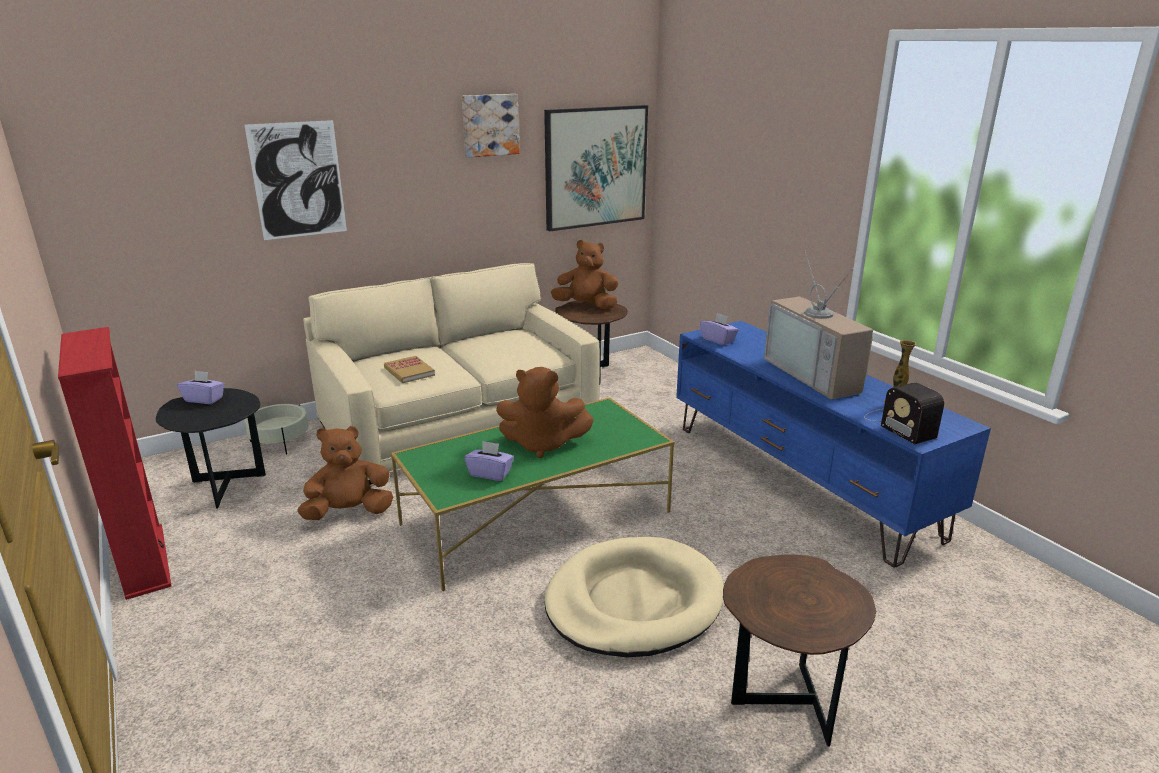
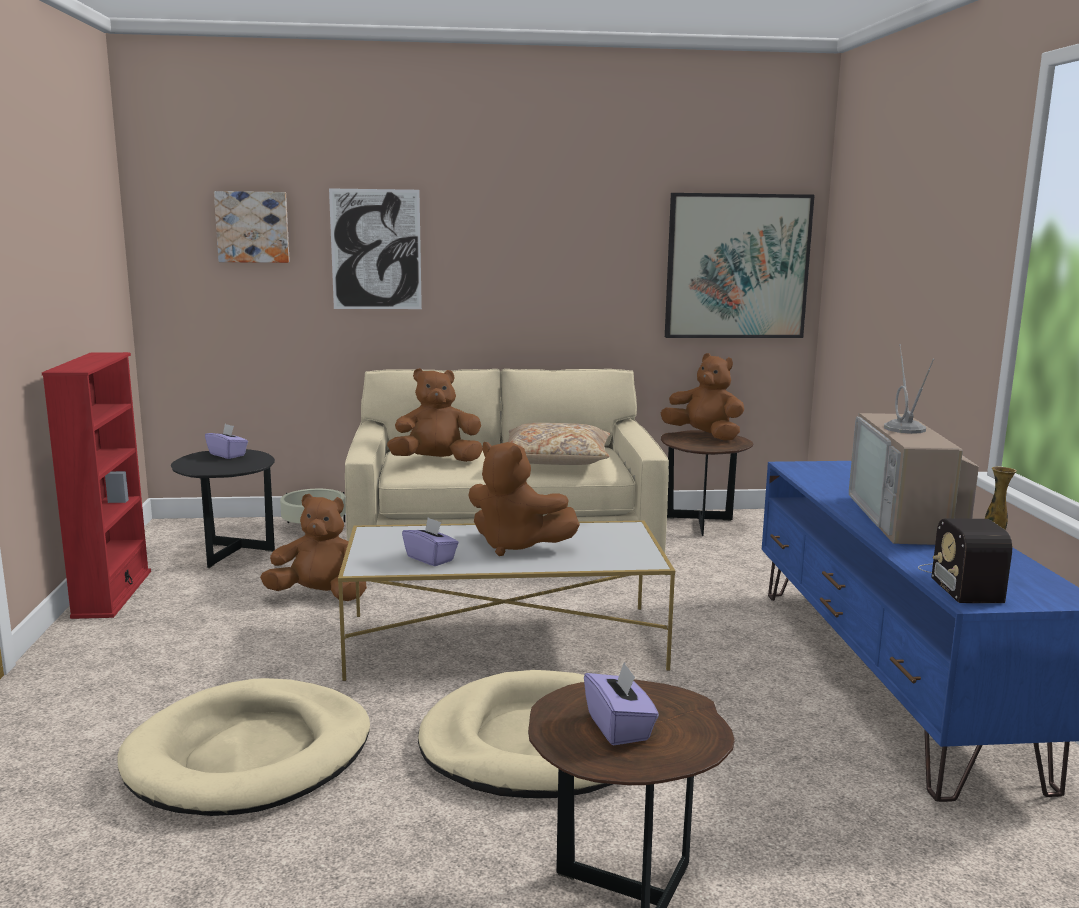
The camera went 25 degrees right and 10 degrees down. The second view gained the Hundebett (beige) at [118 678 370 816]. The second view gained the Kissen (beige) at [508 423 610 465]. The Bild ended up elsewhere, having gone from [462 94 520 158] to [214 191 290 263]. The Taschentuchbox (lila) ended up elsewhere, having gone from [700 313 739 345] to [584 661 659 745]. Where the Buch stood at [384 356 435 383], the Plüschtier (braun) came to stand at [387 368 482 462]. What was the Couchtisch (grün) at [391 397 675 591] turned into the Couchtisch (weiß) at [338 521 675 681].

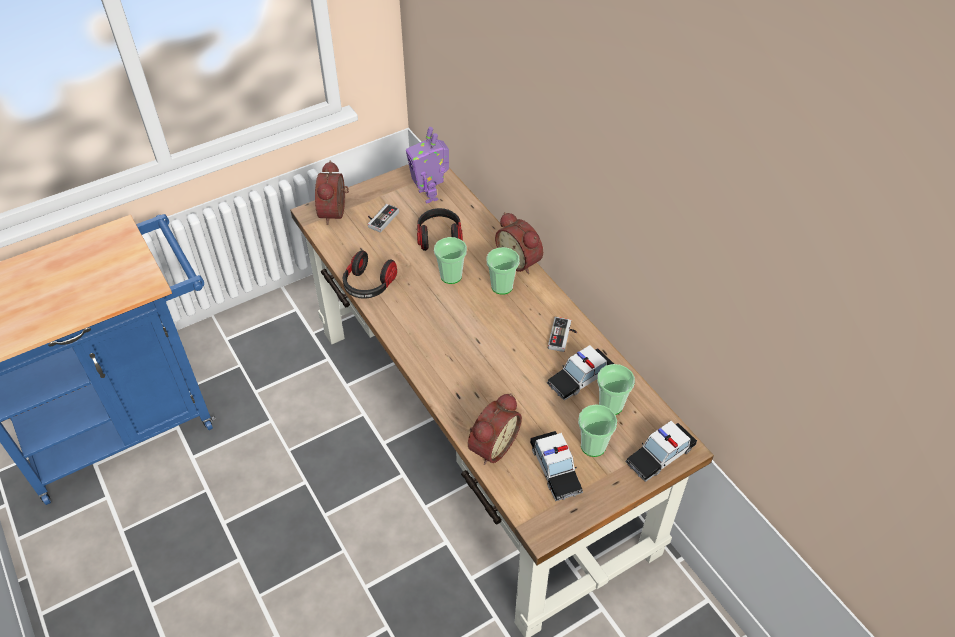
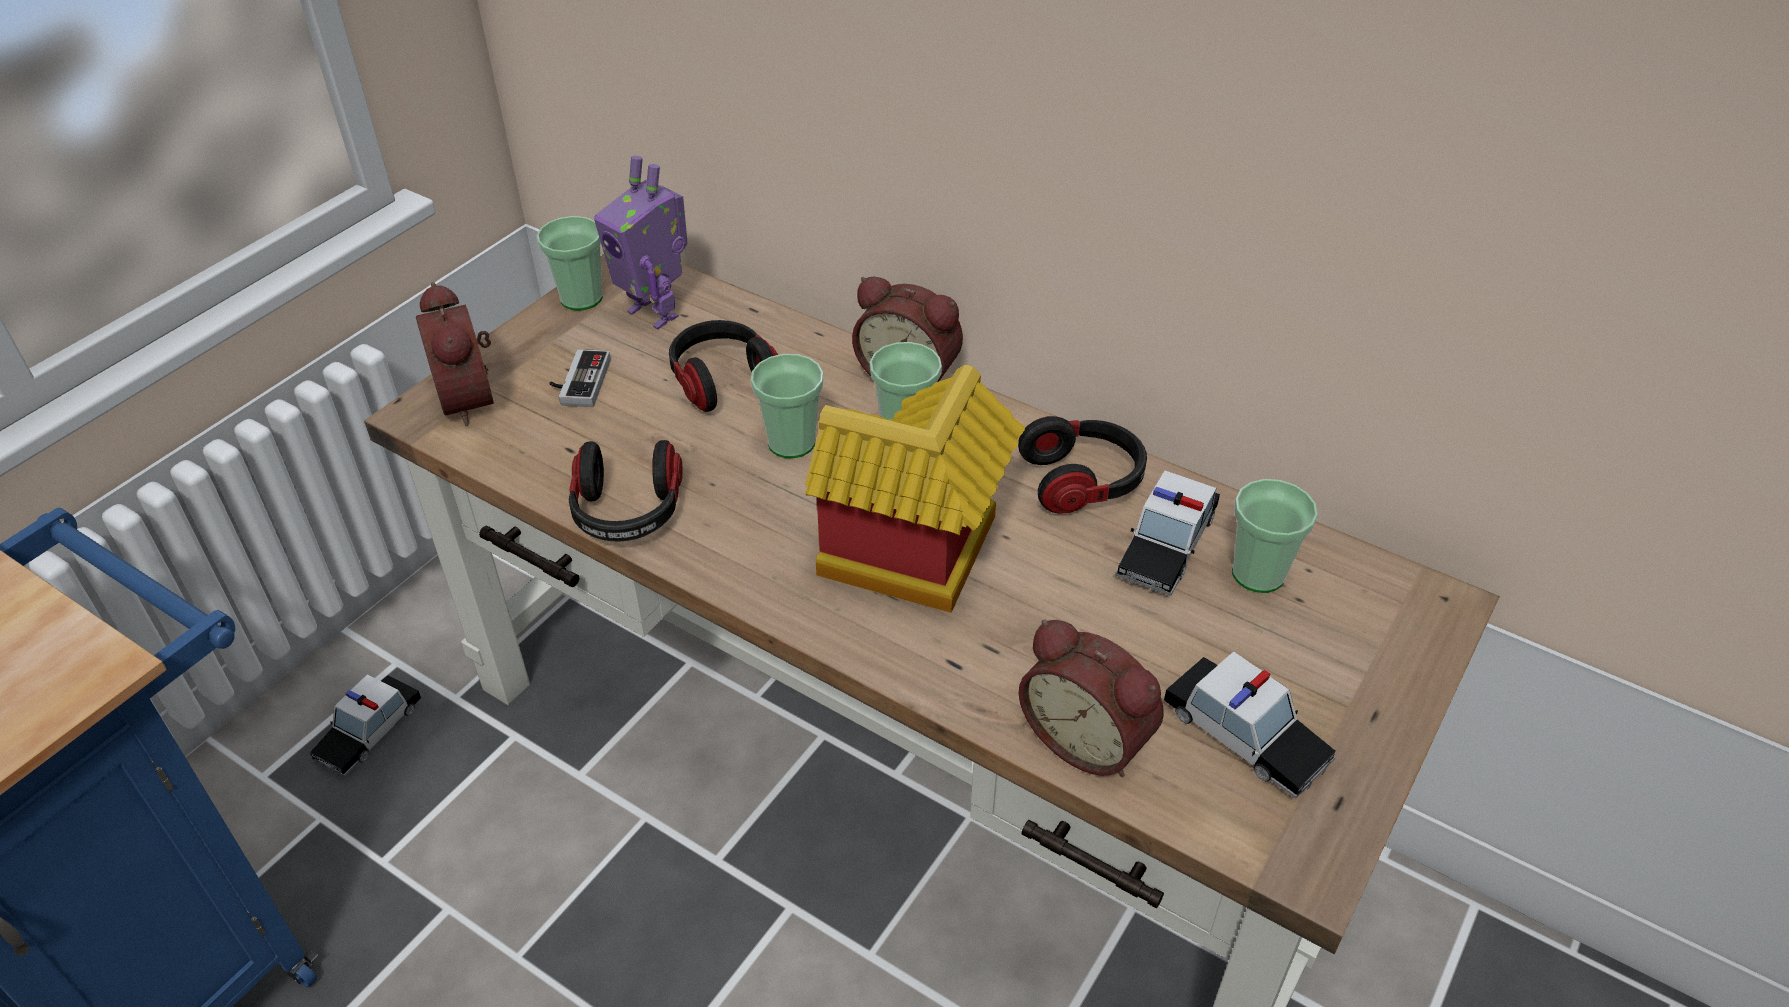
The camera went 25 degrees left and 5 degrees down. The second view gained the Spielzeughaus at [805 365 1025 613]. The Tasse ended up elsewhere, having gone from [578 404 617 457] to [537 216 603 311]. The Spielzeugauto ended up elsewhere, having gone from [625 421 697 482] to [310 675 421 777]. Where the Gamepad stood at [548 317 577 352], the Kopfhörer came to stand at [1018 416 1147 514]. The Wecker at [468 393 522 465] ended up facing another way, 120 degrees clockwise from before.

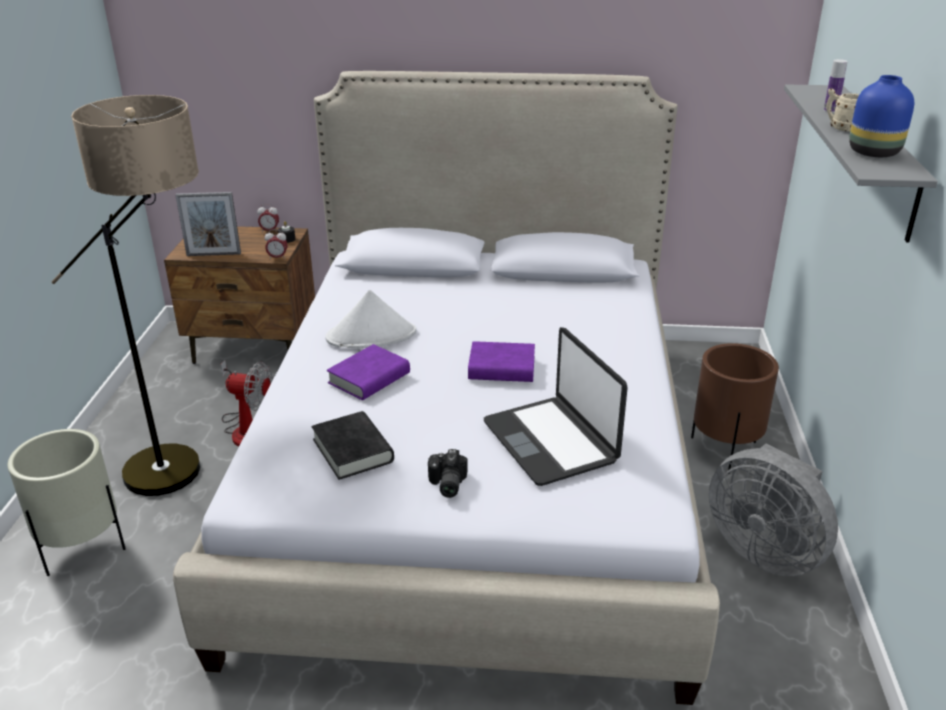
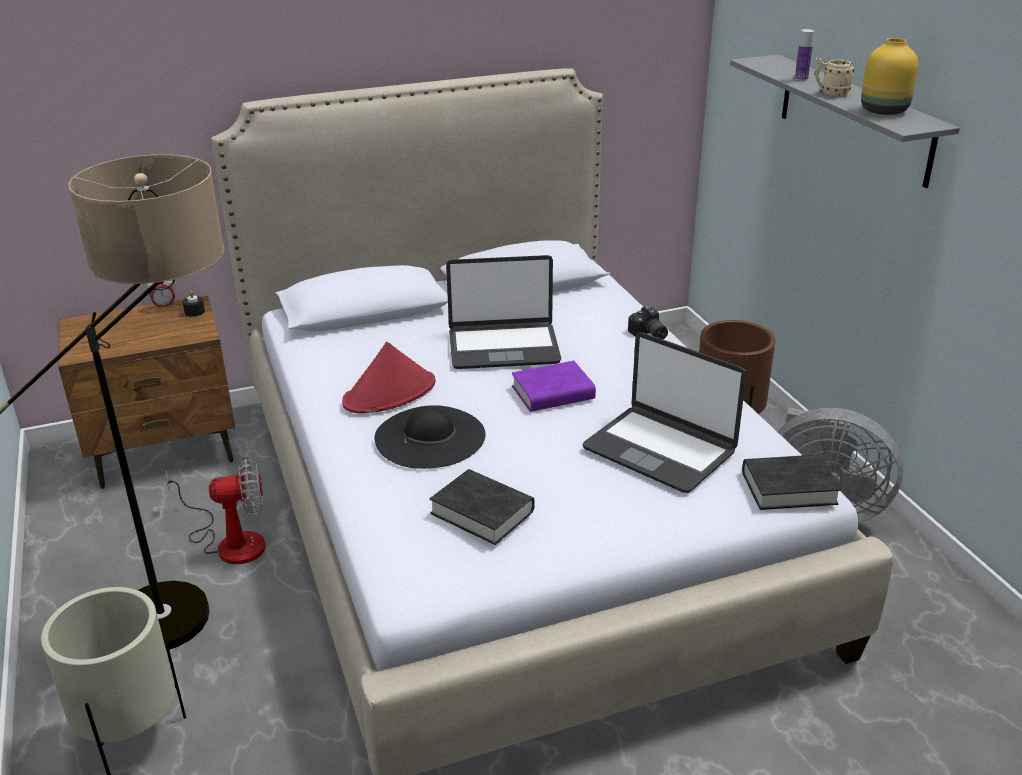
The camera went 25 degrees left and 0 degrees up. The second view lost the Bilderrahmen at [175 192 241 256]. The second view lost the Wecker at [265 230 288 260]. The second view gained the Laptop at [446 255 561 369]. The second view gained the Buch (schwarz) at [742 455 841 510]. The Kamera ended up elsewhere, having gone from [428 449 468 498] to [628 305 668 339]. Where the Buch (lila) stood at [327 344 410 400], the Hut (schwarz) came to stand at [375 405 486 469]. What was the Hut (weiß) at [325 290 416 348] turned into the Hut (rot) at [342 342 435 414]. What was the Vase (blau) at [849 75 914 157] turned into the Vase (gelb) at [861 38 919 115].

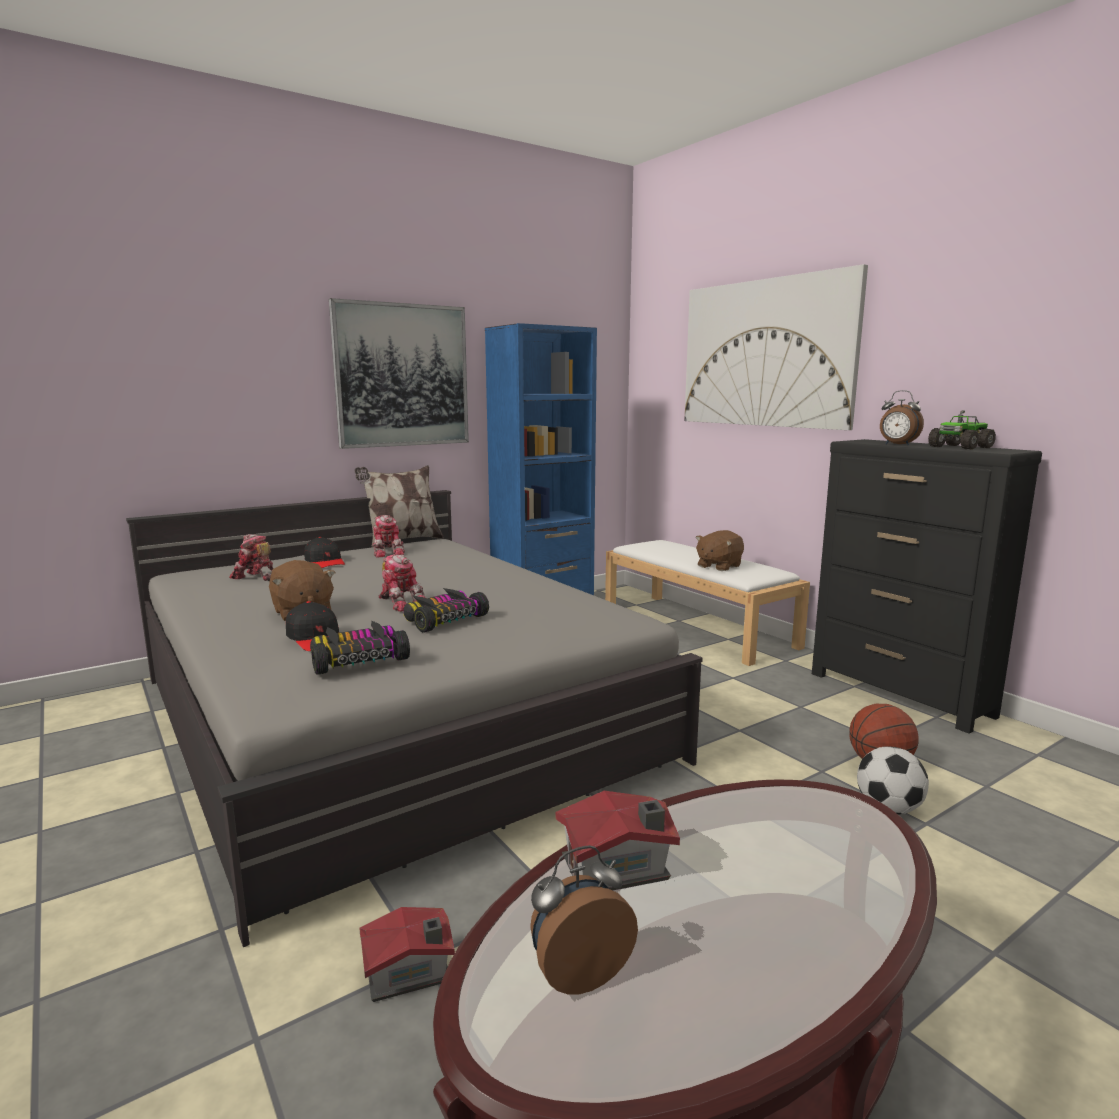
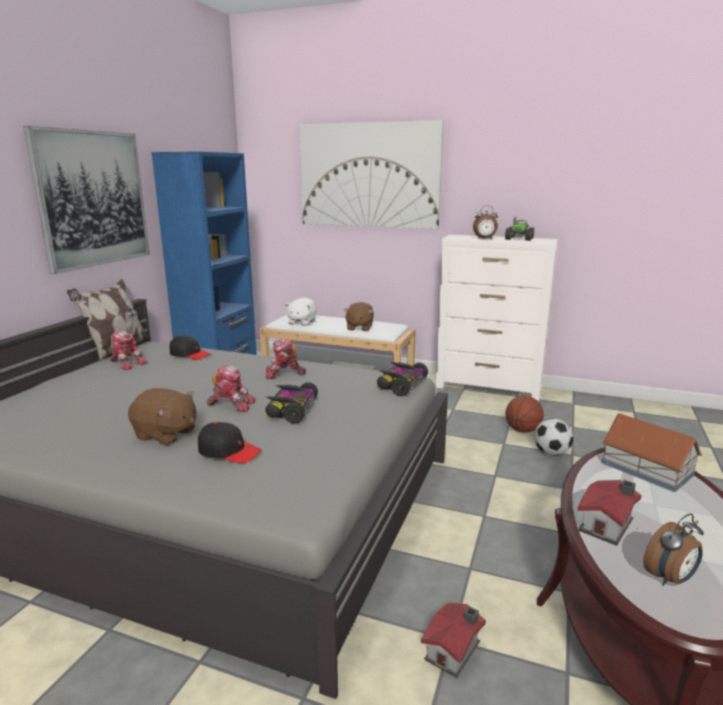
The camera went 35 degrees left and 5 degrees up. The second view gained the Plüschtier (weiß) at [284 298 317 326]. The second view gained the Spielzeughaus at [602 413 702 492]. The Spielzeugroboter ended up elsewhere, having gone from [229 534 273 581] to [266 339 306 379]. The Kappe (schwarz) ended up elsewhere, having gone from [304 537 345 568] to [169 335 211 360]. The Spielzeugauto ended up elsewhere, having gone from [310 621 410 675] to [376 362 428 396]. What was the Kommode (schwarz) at [812 439 1042 734] turned into the Kommode (weiß) at [436 235 558 401]. The Wecker at [530 845 638 995] ended up facing another way, 150 degrees counterclockwise from before.

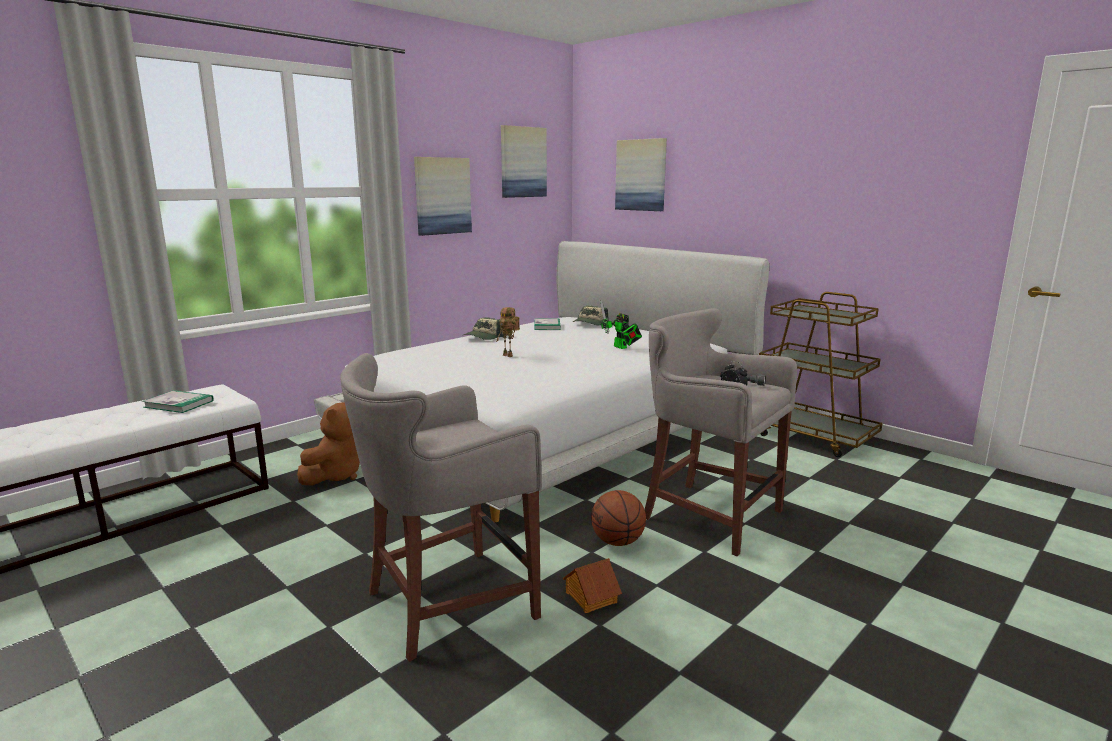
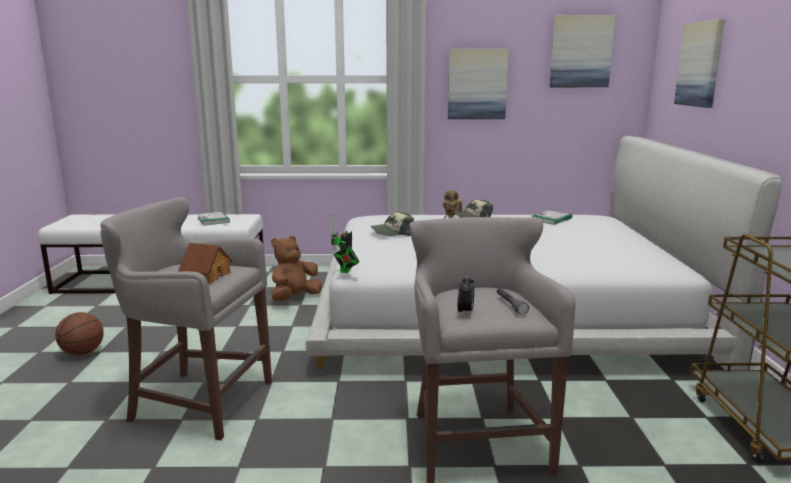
The camera went 45 degrees right and 0 degrees up. The Spielzeughaus ended up elsewhere, having gone from [563 558 622 613] to [178 243 232 283]. The Kappe ended up elsewhere, having gone from [573 306 609 325] to [370 212 414 236]. The Basketball ended up elsewhere, having gone from [591 490 646 546] to [55 312 104 355]. The Spielzeugroboter ended up elsewhere, having gone from [600 301 642 349] to [330 212 359 273]. The Plüschtier (braun) at [297 402 360 486] ended up facing another way, 150 degrees clockwise from before.

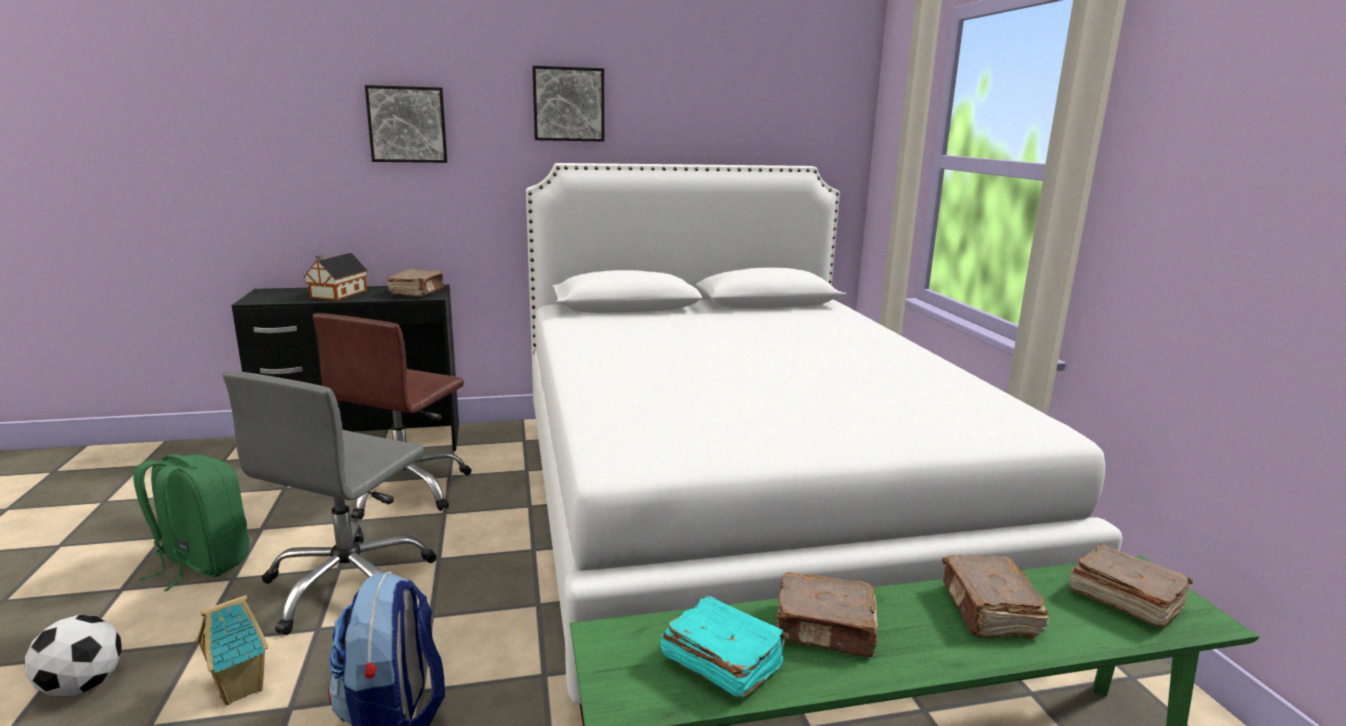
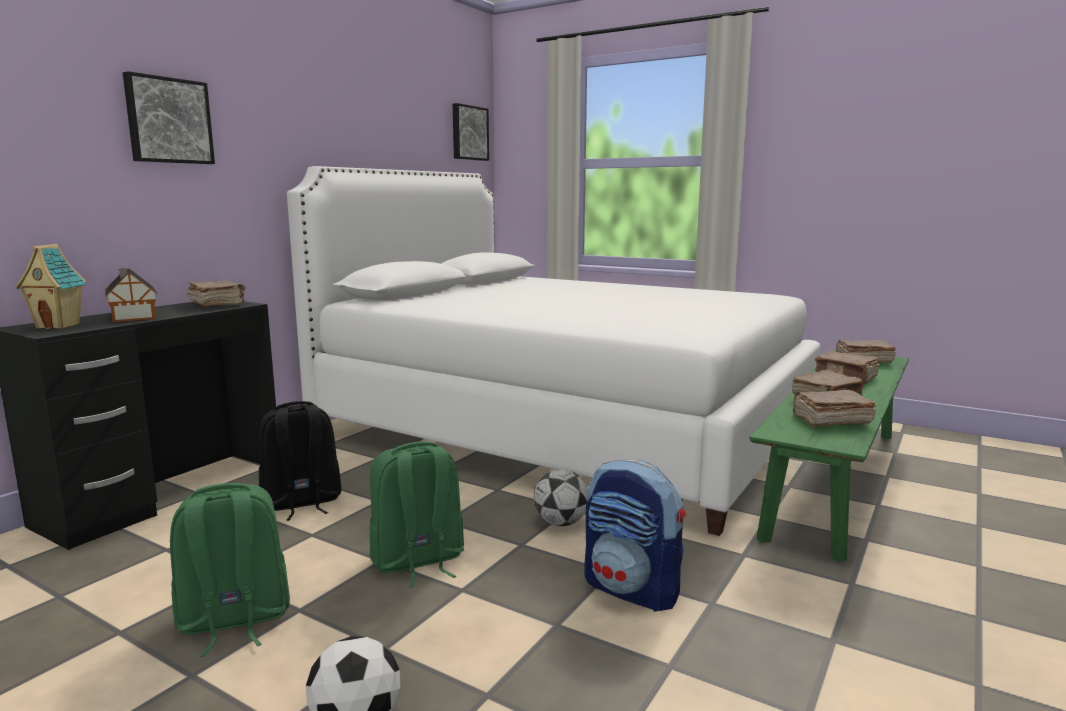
The camera went 45 degrees left and 5 degrees down. The second view gained the Fußball at [534 469 588 526]. The Spielzeughaus ended up elsewhere, having gone from [196 595 268 705] to [15 244 87 329]. The Bild ended up elsewhere, having gone from [532 66 604 142] to [453 103 489 161]. Where the Bürostuhl (grau) stood at [223 371 436 635], the Rucksack (grün) came to stand at [370 441 464 588]. Where the Bürostuhl (braun) stood at [313 313 471 520], the Rucksack (schwarz) came to stand at [259 401 341 521]. What was the Buch (türkis) at [661 596 788 699] turned into the Buch (braun) at [793 390 876 427].

